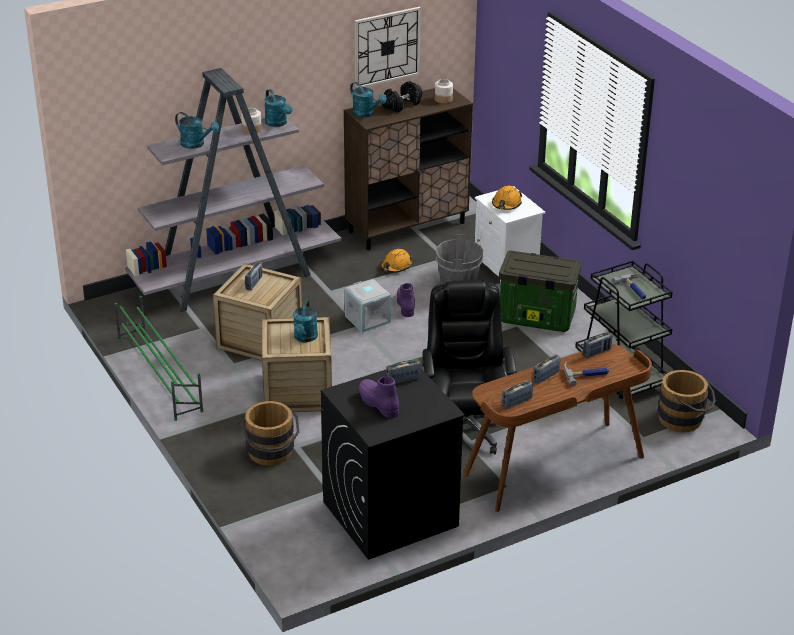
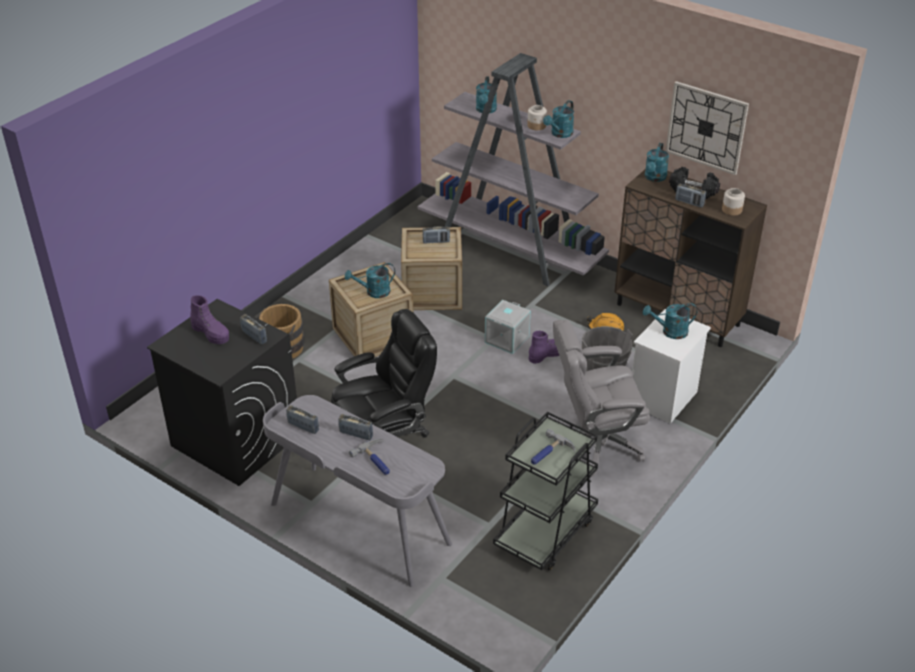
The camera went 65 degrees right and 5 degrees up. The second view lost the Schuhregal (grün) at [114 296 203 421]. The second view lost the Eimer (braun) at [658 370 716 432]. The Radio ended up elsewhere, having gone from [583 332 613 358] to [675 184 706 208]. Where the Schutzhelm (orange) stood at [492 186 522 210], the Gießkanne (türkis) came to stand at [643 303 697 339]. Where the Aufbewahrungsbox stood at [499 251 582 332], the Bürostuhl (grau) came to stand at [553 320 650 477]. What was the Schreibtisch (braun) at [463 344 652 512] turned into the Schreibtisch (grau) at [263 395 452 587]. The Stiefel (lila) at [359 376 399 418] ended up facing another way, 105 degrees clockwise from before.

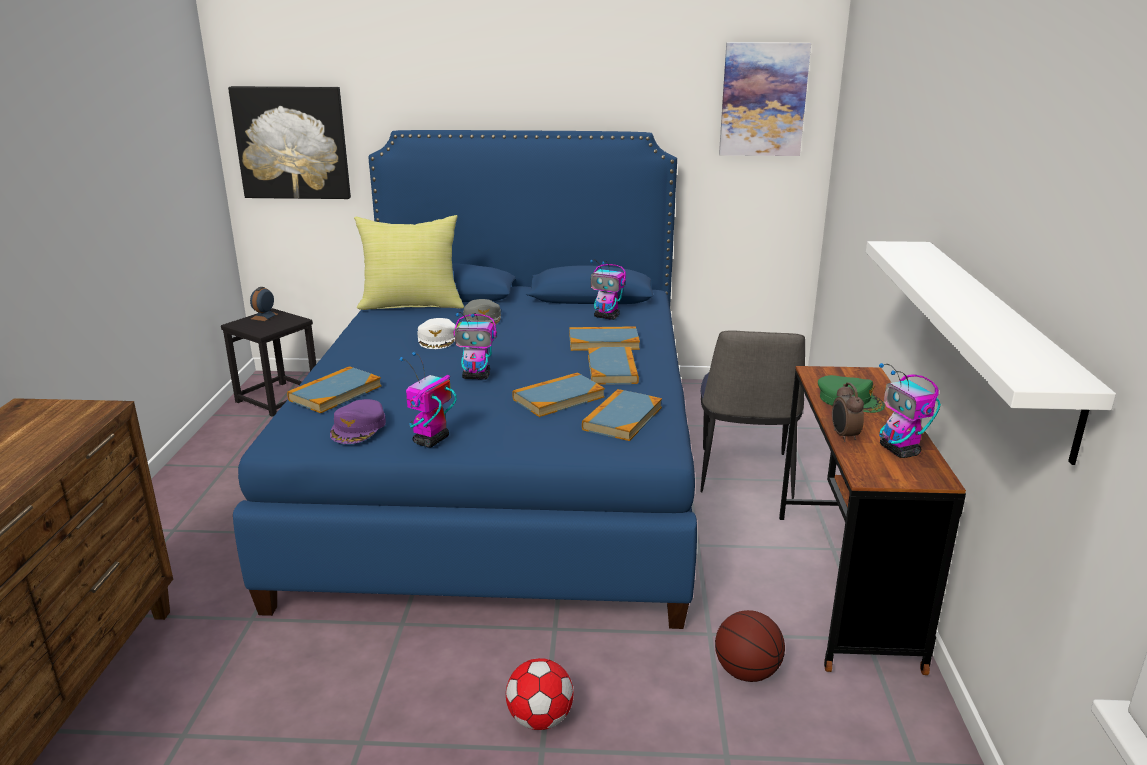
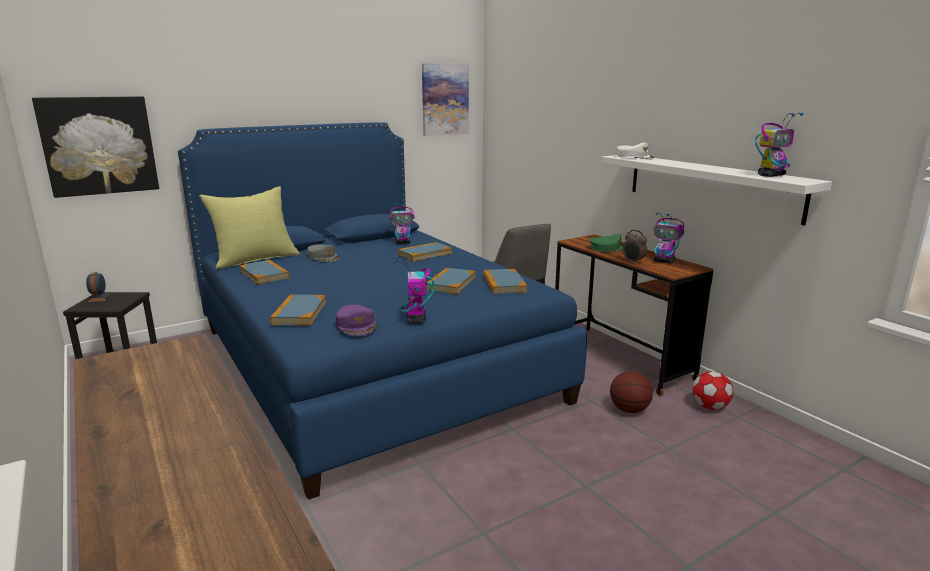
The camera went 35 degrees left and 5 degrees down. The Kappe (weiß) ended up elsewhere, having gone from [417 318 456 349] to [616 143 655 160]. The Spielzeugroboter ended up elsewhere, having gone from [453 312 497 380] to [755 113 804 177]. The Fußball ended up elsewhere, having gone from [506 658 573 730] to [692 371 733 410]. The Buch ended up elsewhere, having gone from [588 347 639 385] to [239 260 290 285].

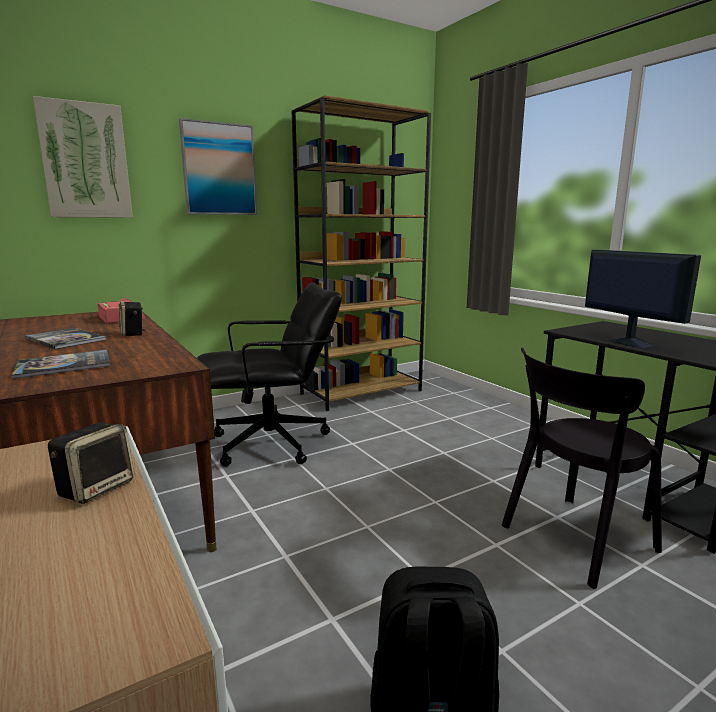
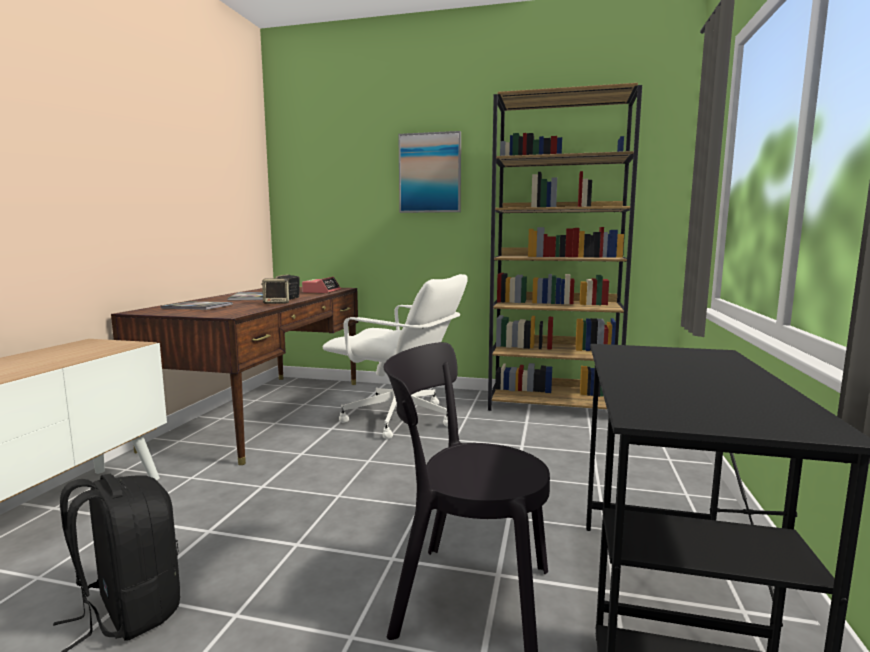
The camera went 45 degrees right and 5 degrees down. The second view lost the Bild at [33 96 133 218]. The second view lost the Monitor at [585 250 701 348]. The Lautsprecher ended up elsewhere, having gone from [48 422 134 504] to [261 278 290 304]. What was the Bürostuhl (schwarz) at [197 283 342 467] turned into the Bürostuhl (weiß) at [323 274 468 439].

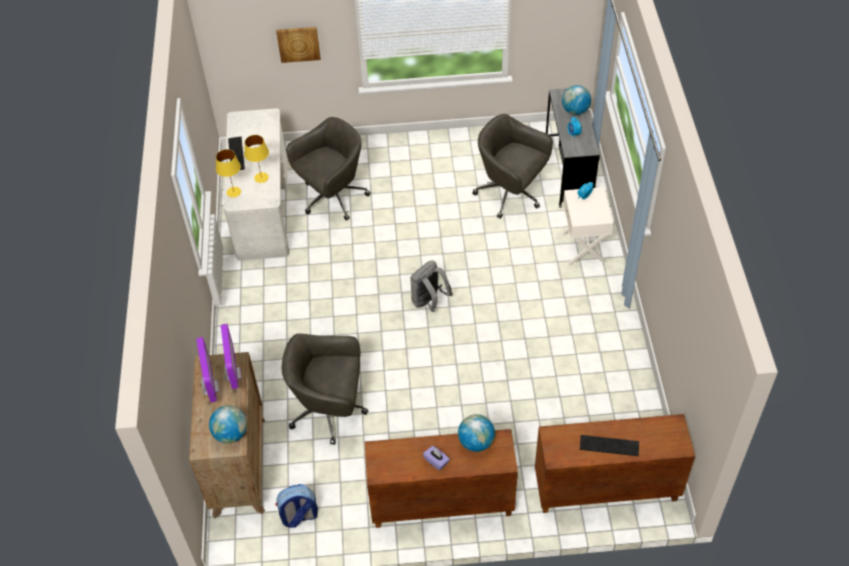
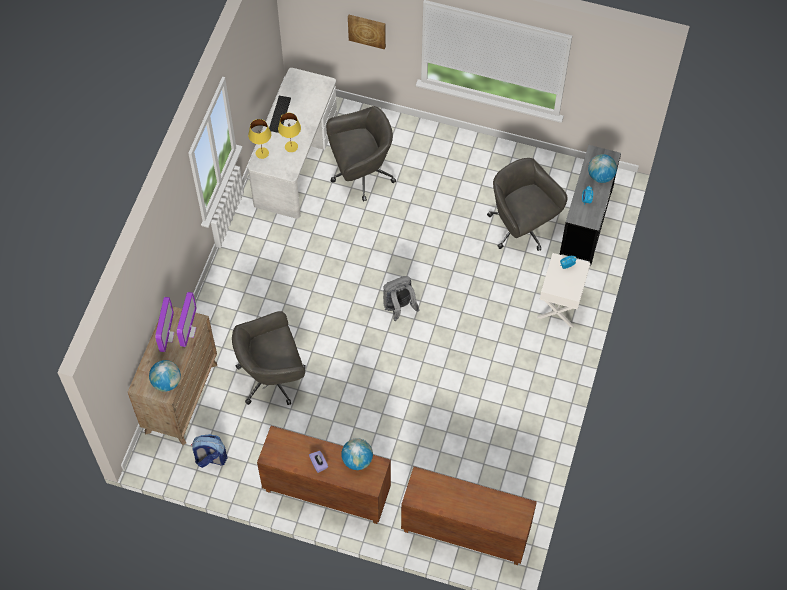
The camera went 20 degrees right and 10 degrees up. The second view lost the Tastatur at [580 435 639 456]. The Bürostuhl (grau) at [282 333 368 445] ended up facing another way, 45 degrees counterclockwise from before.

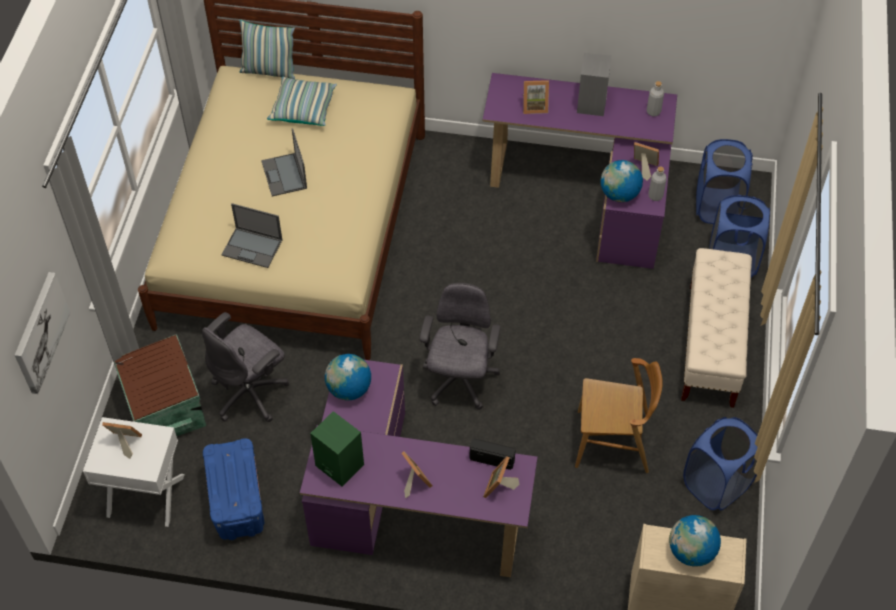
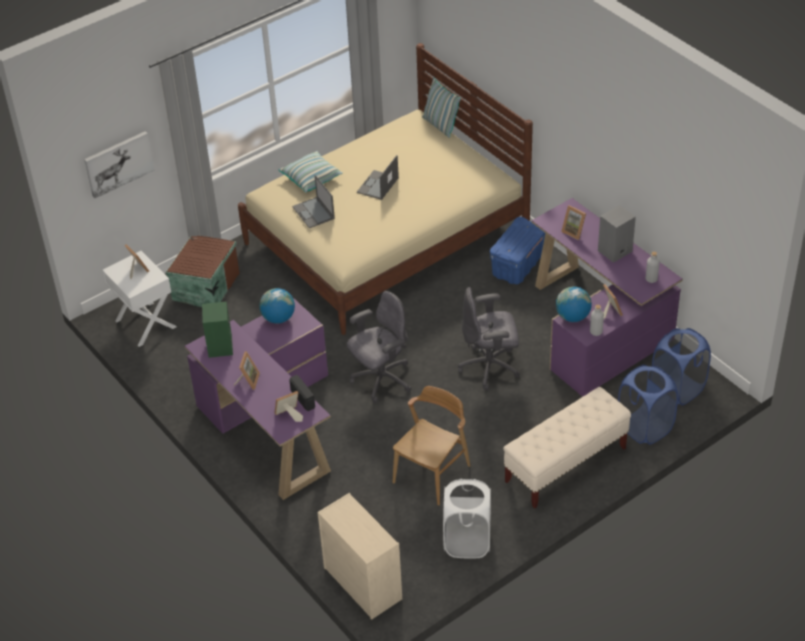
The camera went 45 degrees right and 10 degrees down. The second view lost the Globus at [669 515 721 567]. The Bürostuhl (grau) ended up elsewhere, having gone from [202 312 289 422] to [458 287 520 390]. The Aufbewahrungsbox (blau) ended up elsewhere, having gone from [203 438 265 540] to [490 217 545 284]. The Kissen ended up elsewhere, having gone from [267 77 337 126] to [279 151 343 193]. What was the Wäschekorb (blau) at [683 417 758 511] turned into the Wäschekorb (weiß) at [443 479 491 559]. The Stuhl (braun) at [575 358 663 473] ended up facing another way, 105 degrees counterclockwise from before.

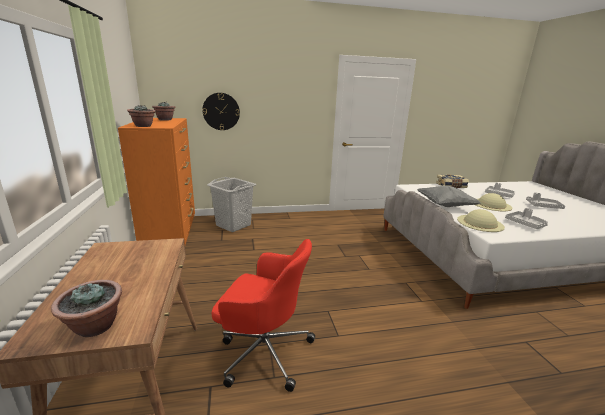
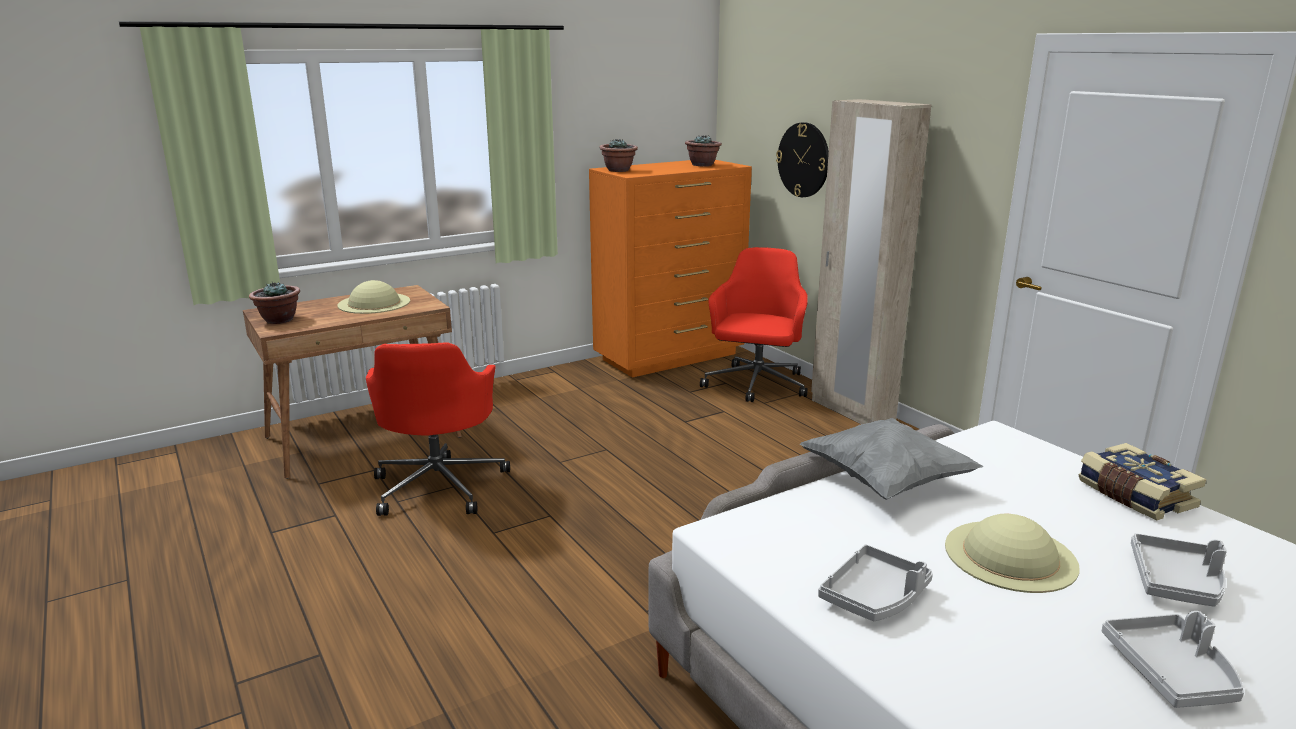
The camera went 70 degrees right and 0 degrees up. The second view gained the Kleiderschrank (beige) at [811 99 931 424]. The Hut (beige) ended up elsewhere, having gone from [457 209 505 232] to [337 280 410 314]. Where the Wäschekorb (grau) stood at [207 177 256 232], the Bürostuhl (rot) came to stand at [700 247 808 402].

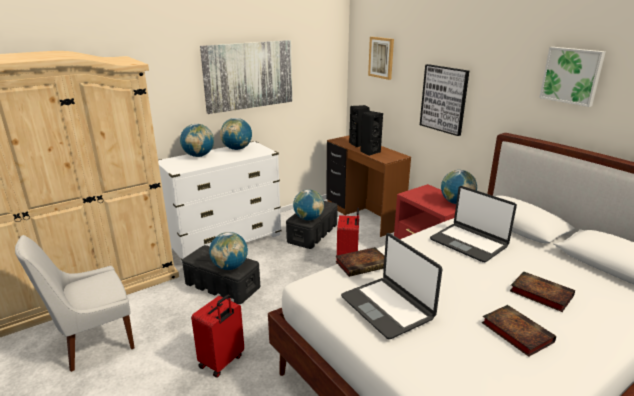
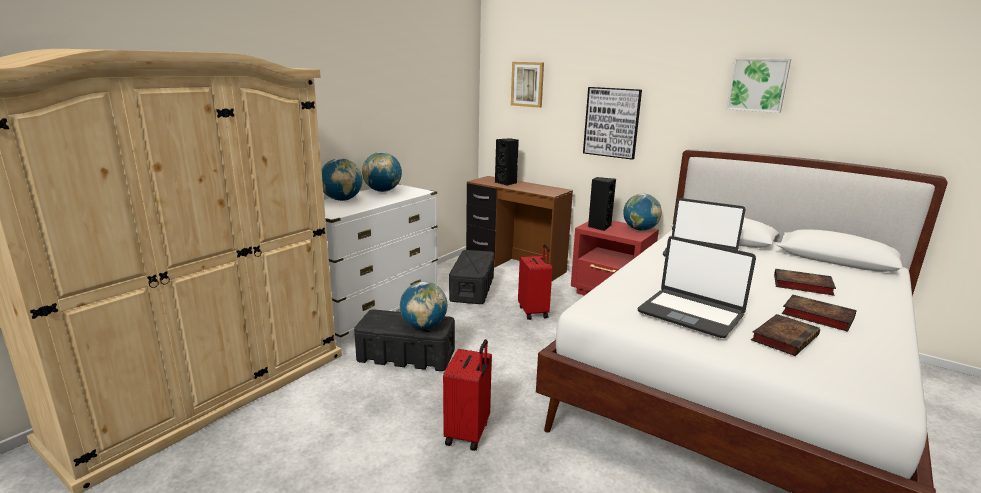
The camera went 20 degrees left and 5 degrees down. The second view lost the Stuhl (weiß) at [15 235 135 372]. The second view lost the Bild at [200 40 292 114]. The second view lost the Globus at [293 189 324 221]. The Buch ended up elsewhere, having gone from [335 247 385 277] to [751 314 820 356]. The Lautsprecher (schwarz) ended up elsewhere, having gone from [360 111 383 156] to [588 177 616 231].

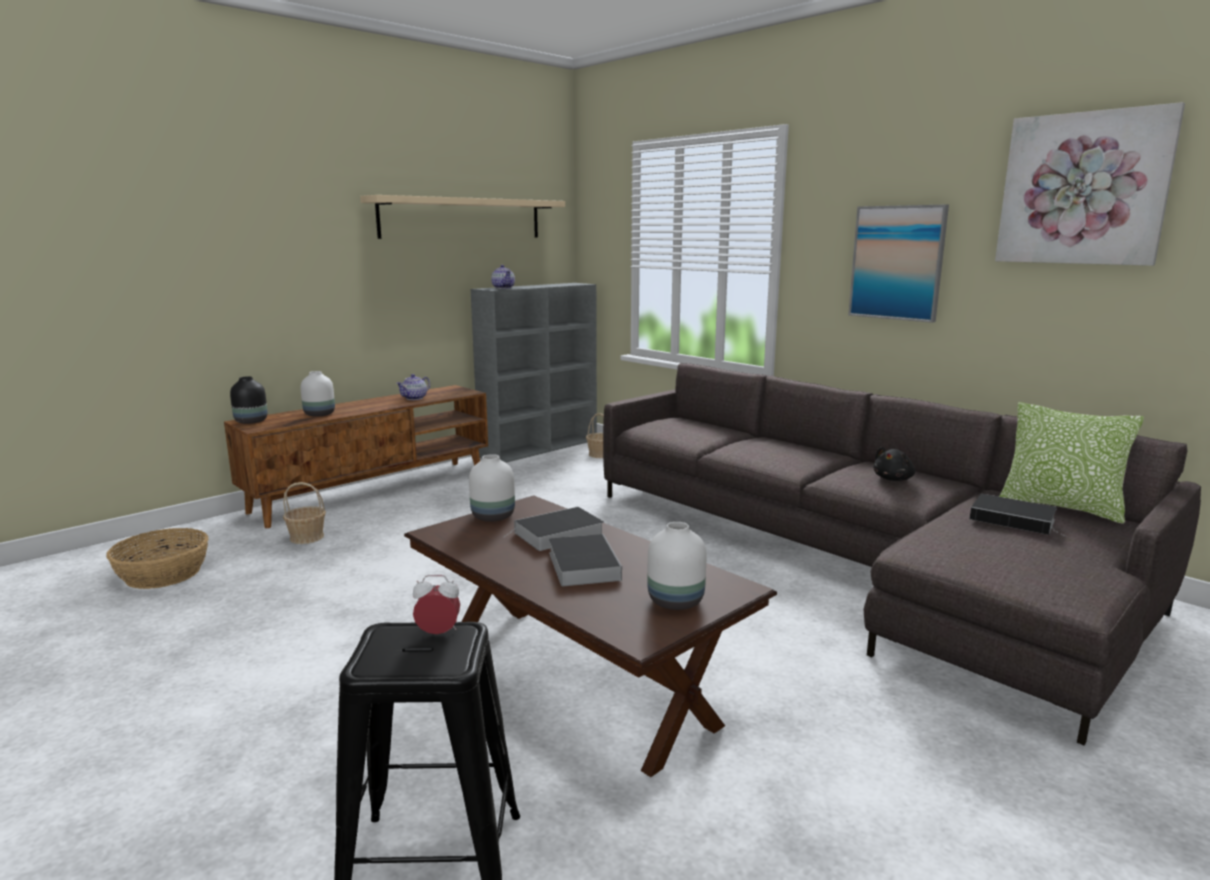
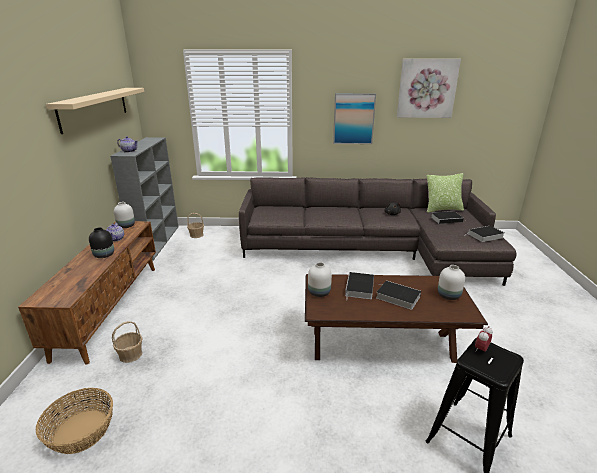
The camera went 45 degrees left and 10 degrees up. The second view gained the Buch at [465 226 504 242]. The Vase (schwarz) ended up elsewhere, having gone from [230 376 267 424] to [89 227 114 258]. The Vase (weiß) ended up elsewhere, having gone from [300 371 335 417] to [114 202 135 228].

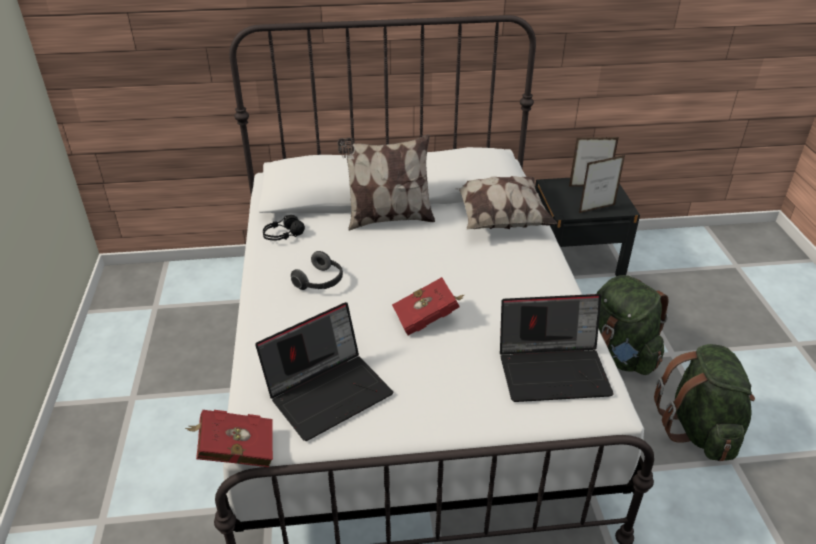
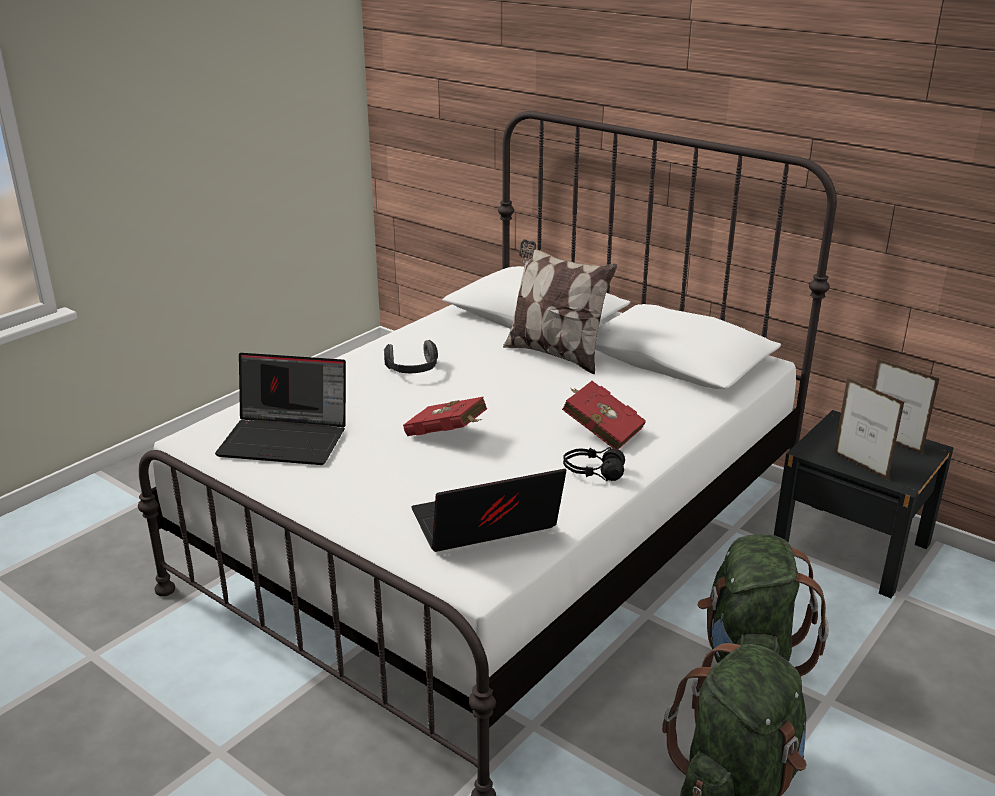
The camera went 45 degrees right and 10 degrees down. The second view lost the Kissen at [455 176 558 230]. The Buch (rot) ended up elsewhere, having gone from [185 410 273 467] to [562 381 646 449]. The Kopfhörer (schwarz) ended up elsewhere, having gone from [263 215 305 241] to [563 447 625 481]. The Laptop at [500 294 614 402] ended up facing another way, 120 degrees clockwise from before. The Bilderrahmen at [579 155 625 213] ended up facing another way, 150 degrees counterclockwise from before.

